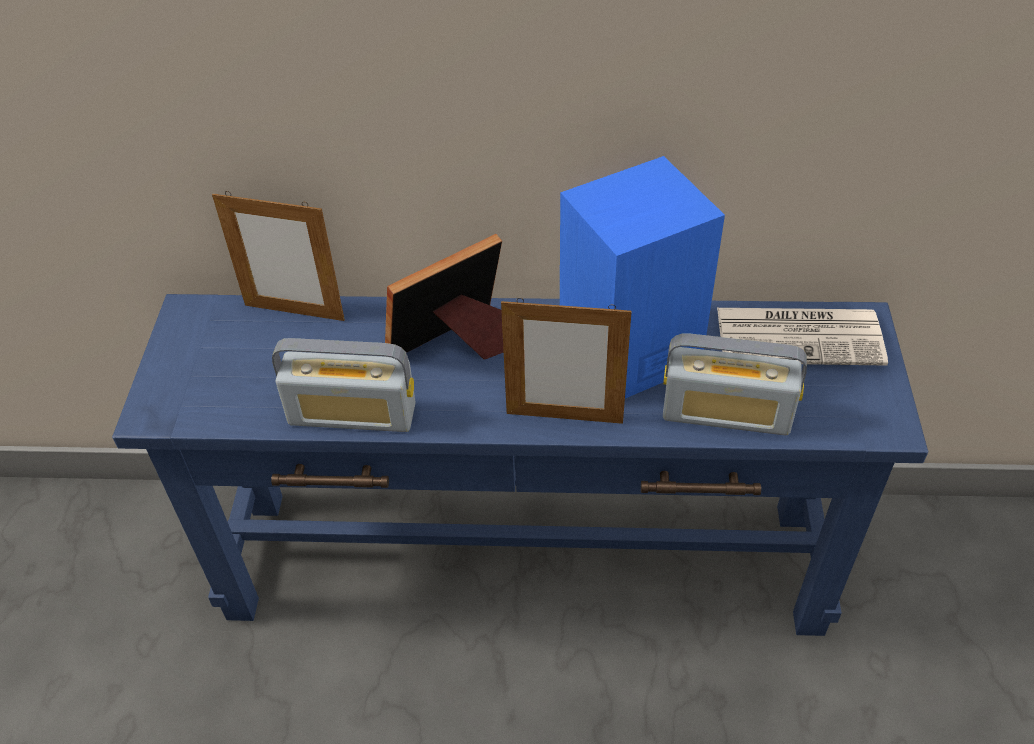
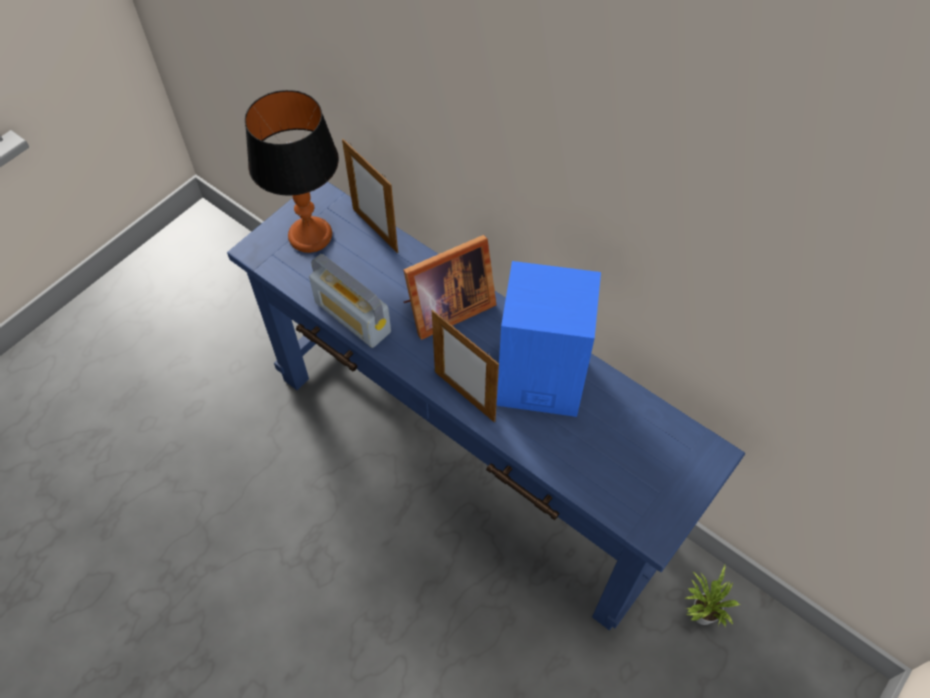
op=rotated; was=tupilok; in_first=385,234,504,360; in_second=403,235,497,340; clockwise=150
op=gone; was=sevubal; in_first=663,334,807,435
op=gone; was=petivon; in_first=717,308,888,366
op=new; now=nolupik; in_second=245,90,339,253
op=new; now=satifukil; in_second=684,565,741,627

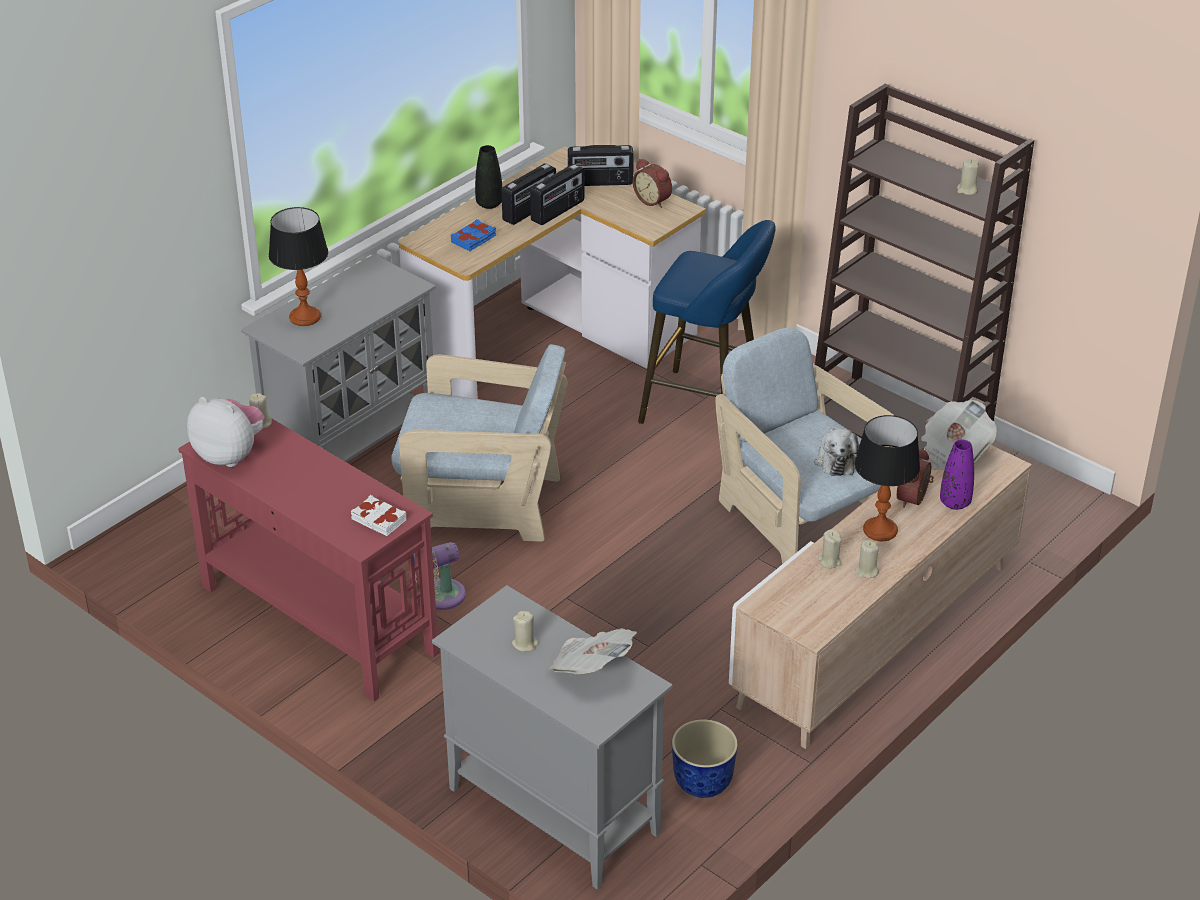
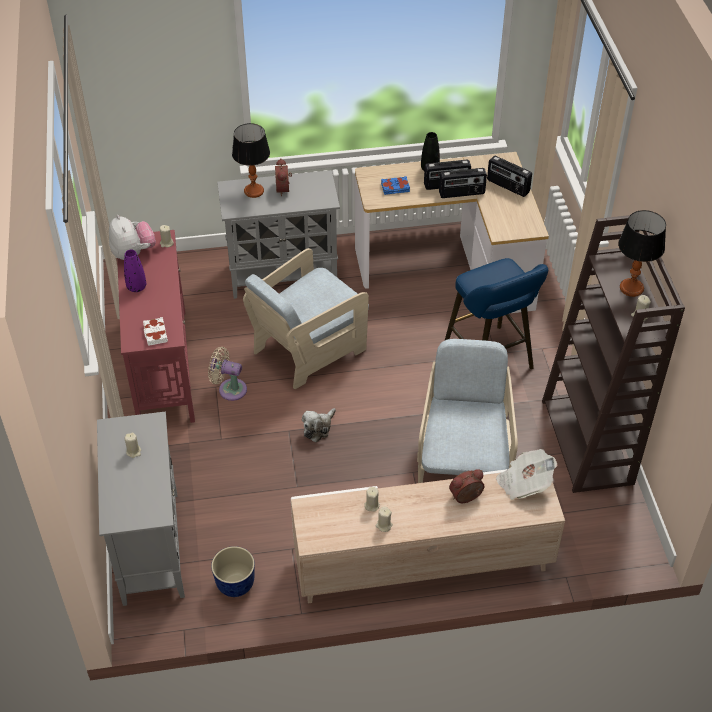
op=rotated; was=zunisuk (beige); in_first=391,344,567,542; in_second=243,248,369,389; clockwise=90
op=gone; was=petivon; in_first=548,628,636,674
op=shifted; was=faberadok; in_first=633,159,672,208; in_second=275,158,292,196
op=shifted; was=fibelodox; in_first=814,428,860,476; in_second=302,408,336,442
op=shifted; was=nolupik; in_first=854,415,920,541; in_second=618,210,666,297
op=shifted; was=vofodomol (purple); in_first=940,439,974,510; in_second=124,250,146,292

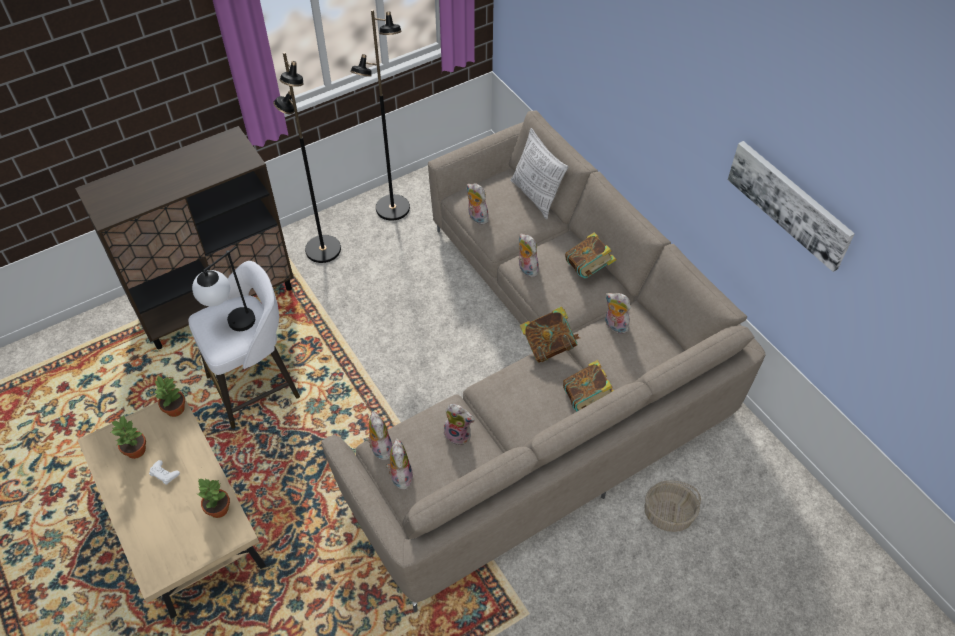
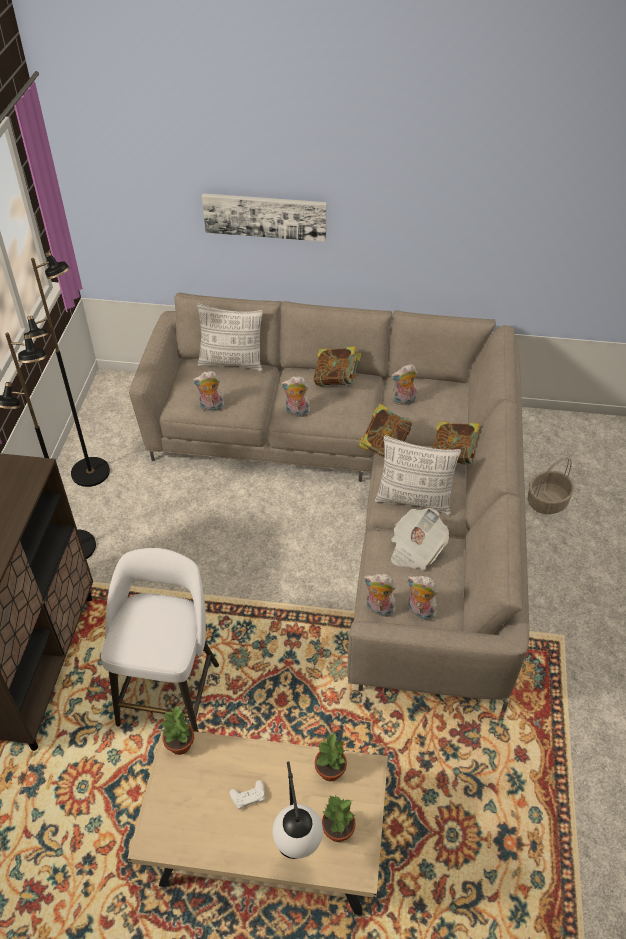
op=shifted; was=satifukil; in_first=110,415,146,459; in_second=322,795,356,842
op=shifted; was=nolupik; in_first=192,246,255,331; in_second=273,761,323,859
op=swapped; was=fibelodox; now=petivon; in_first=444,404,475,446; in_second=391,508,449,570
op=shifted; was=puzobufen; in_first=728,141,855,272; in_second=202,193,327,242
op=new; now=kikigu; in_second=375,435,461,516

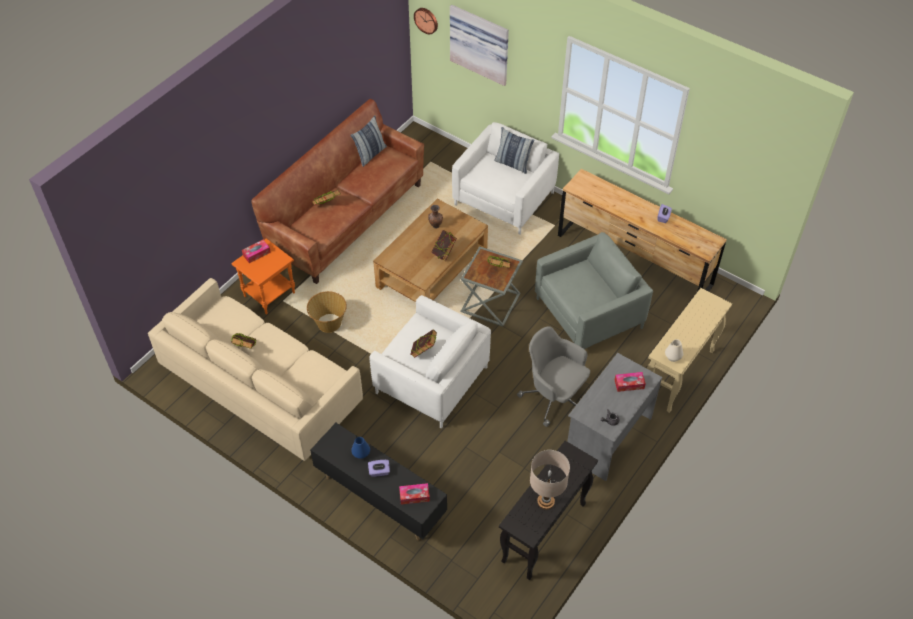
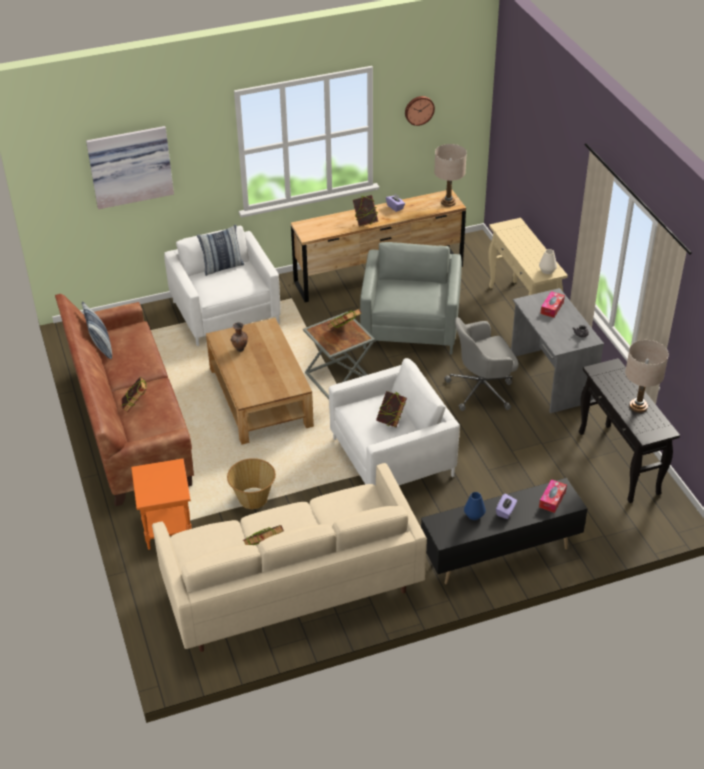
op=gone; was=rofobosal; in_first=242,240,271,263
op=shifted; was=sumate; in_first=414,8,438,34; in_second=405,96,435,126
op=shifted; was=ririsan; in_first=431,230,457,261; in_second=353,195,378,227
op=new; now=nolupik (beige); in_second=434,144,467,207

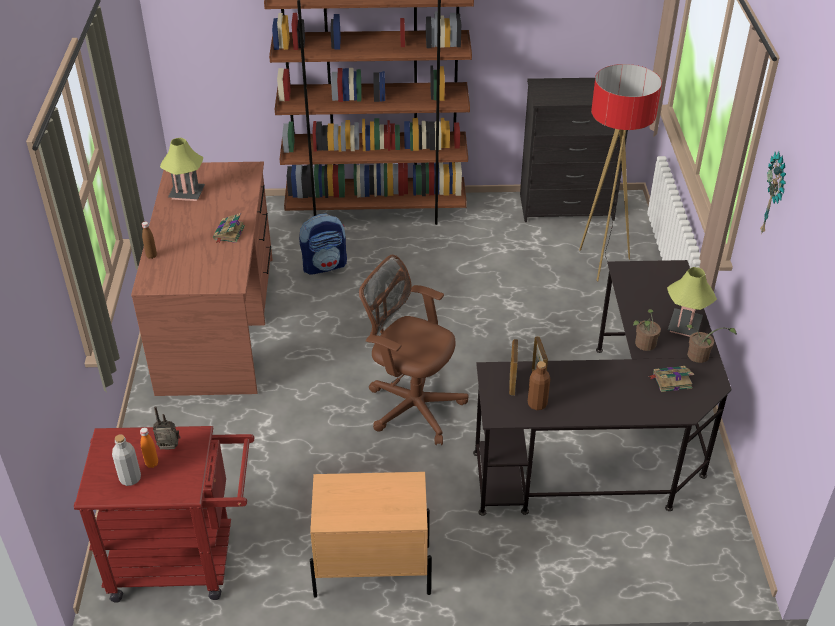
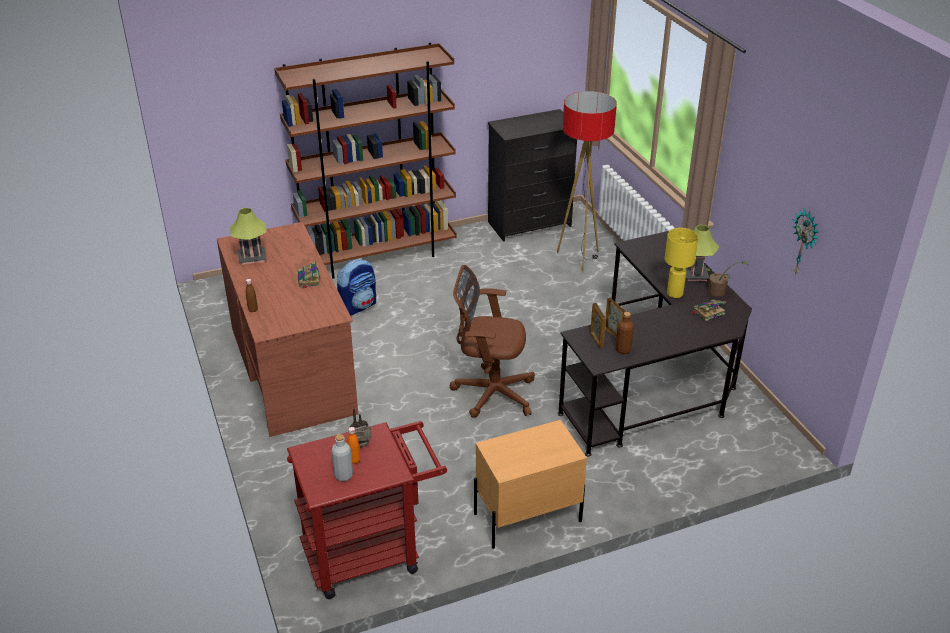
op=swapped; was=satifukil; now=nolupik (yellow); in_first=633,309,661,351; in_second=665,228,698,298
op=shifted; was=sumate; in_first=760,151,786,233; in_second=793,209,819,275

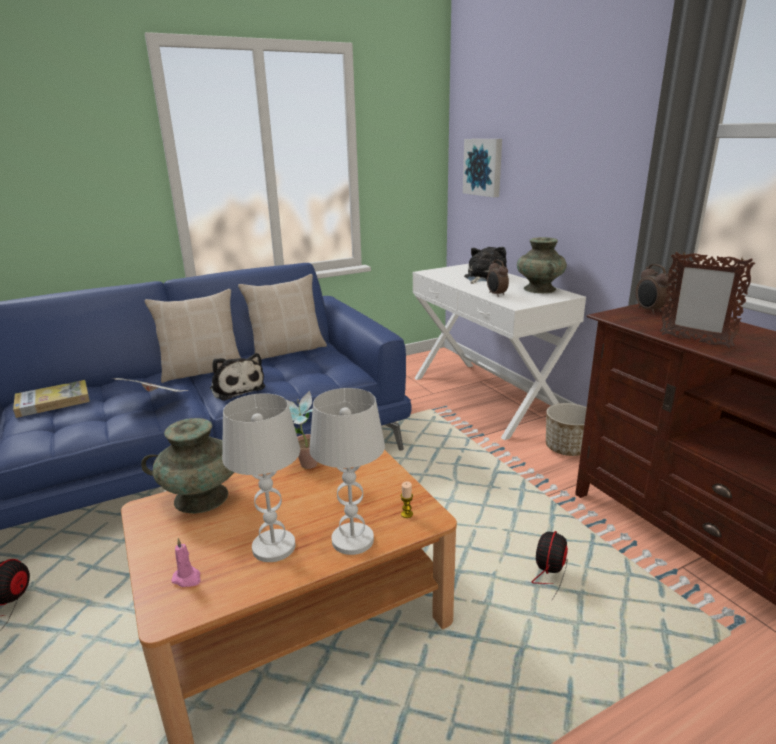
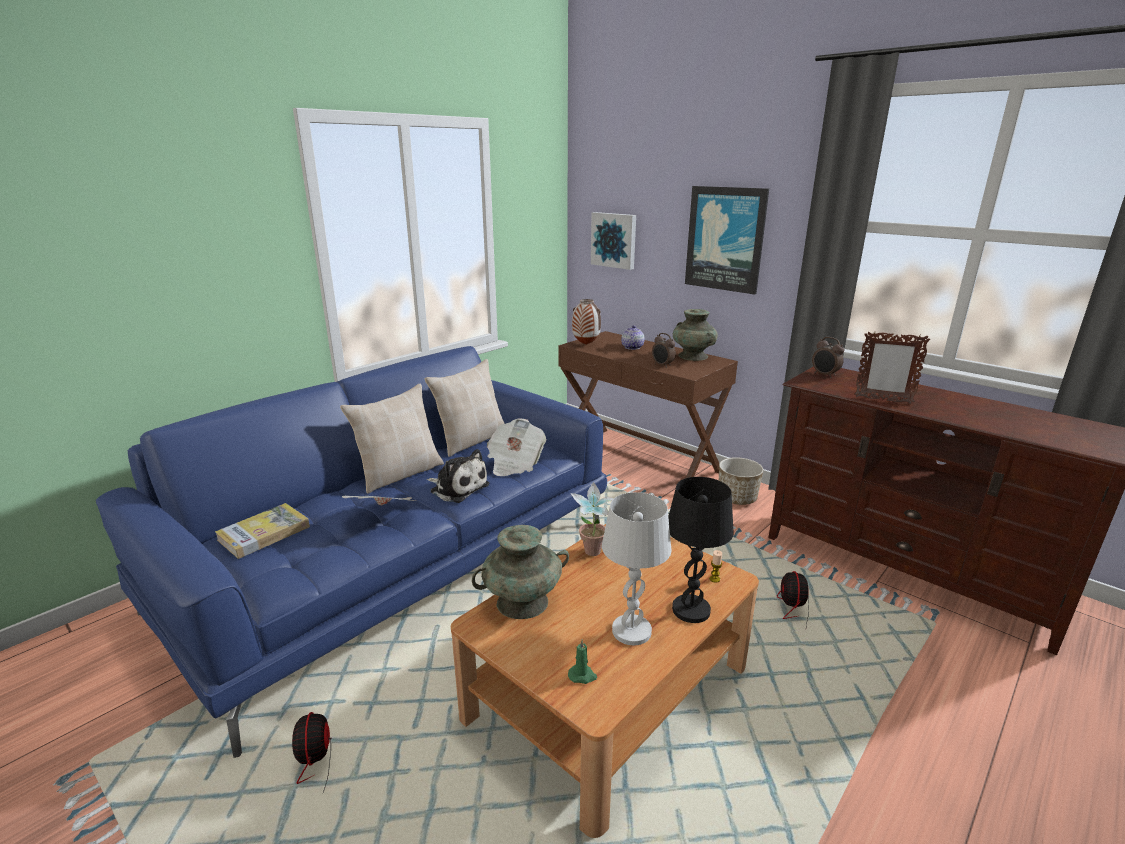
op=repainted; was=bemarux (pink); now=bemarux (green); in_first=171,538,200,587; in_second=568,639,597,684
op=repainted; was=nolupik (white); now=nolupik (black); in_first=309,388,385,555; in_second=668,477,733,623
op=repainted; was=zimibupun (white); now=zimibupun (brown); in_first=413,264,586,440; in_second=558,331,738,478
op=swapped; was=fibelodox; now=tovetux; in_first=464,247,507,284; in_second=621,325,645,350
op=new; now=petivon; in_second=487,418,546,476
op=new; now=vofodomol; in_second=572,299,601,345
op=new; now=puzobufen; in_second=685,186,769,295

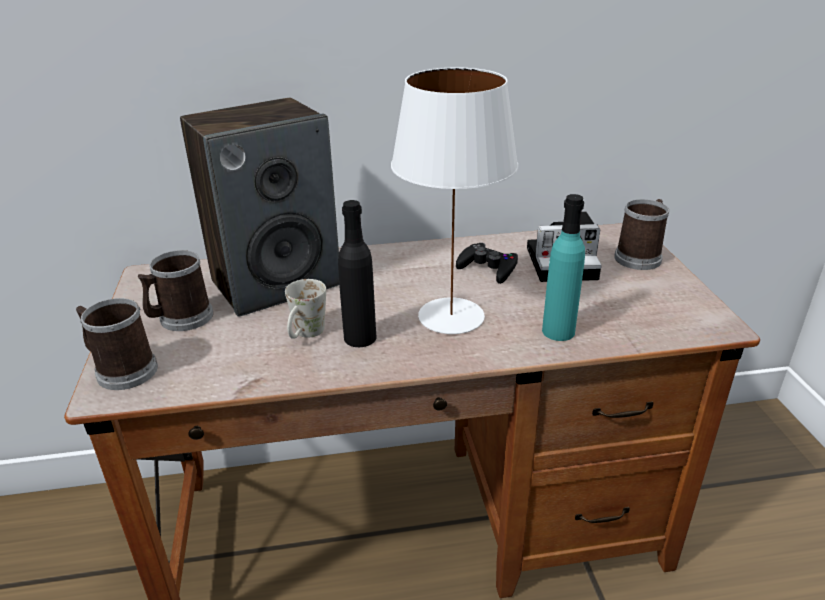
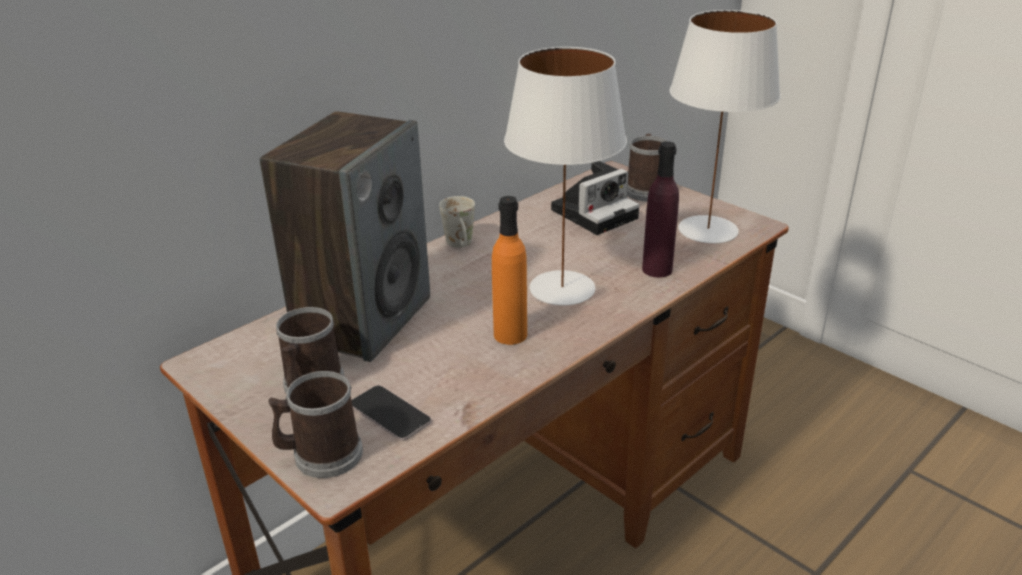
op=shifted; was=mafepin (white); in_first=285,279,326,339; in_second=439,196,475,247
op=repainted; was=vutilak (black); now=vutilak (orange); in_first=338,200,377,347; in_second=492,196,527,345
op=gone; was=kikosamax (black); in_first=456,243,518,284
op=repainted; was=vutilak (turquoise); now=vutilak (purple); in_first=542,194,585,341; in_second=642,141,679,277
op=new; now=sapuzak; in_second=352,385,432,441
op=new; now=nolupik (white); in_second=669,10,781,243

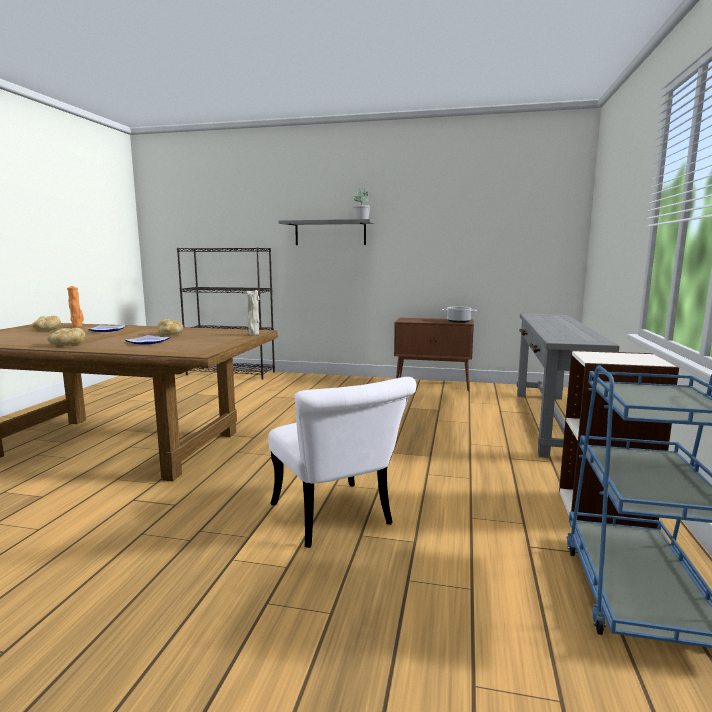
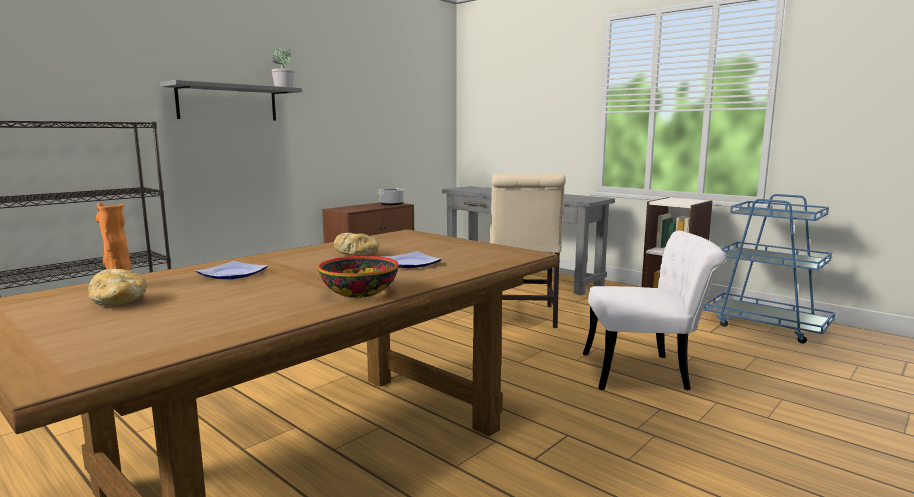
op=swapped; was=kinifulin; now=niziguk; in_first=47,328,85,346; in_second=318,256,399,298
op=gone; was=vofodomol (beige); in_first=247,290,260,335
op=new; now=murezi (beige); in_second=489,173,566,328

